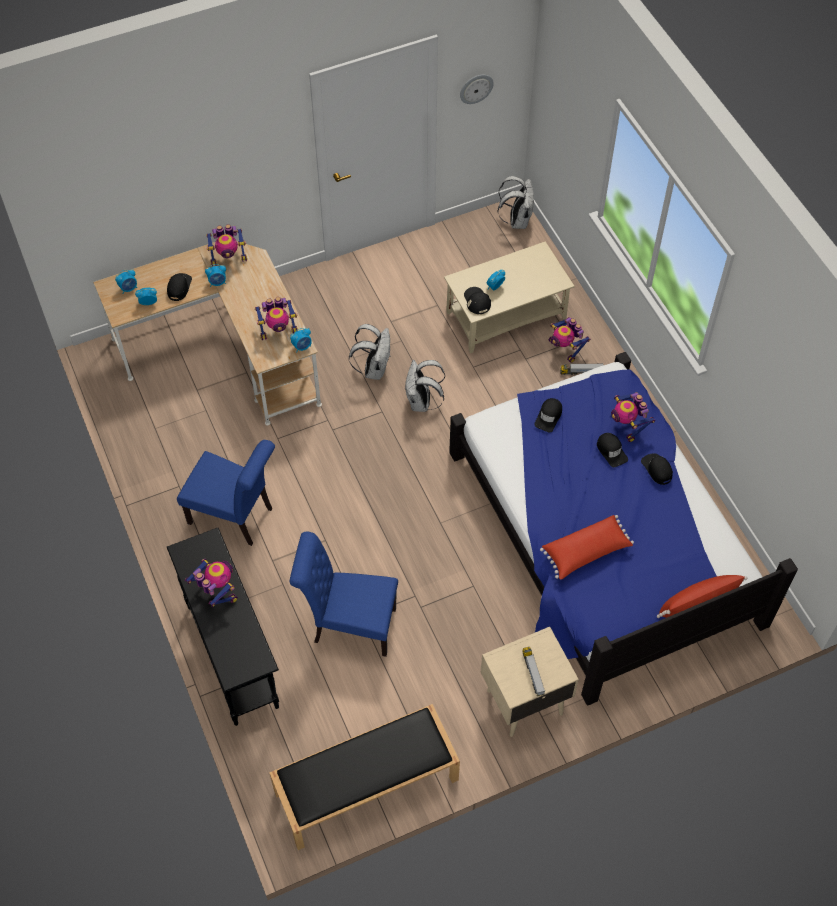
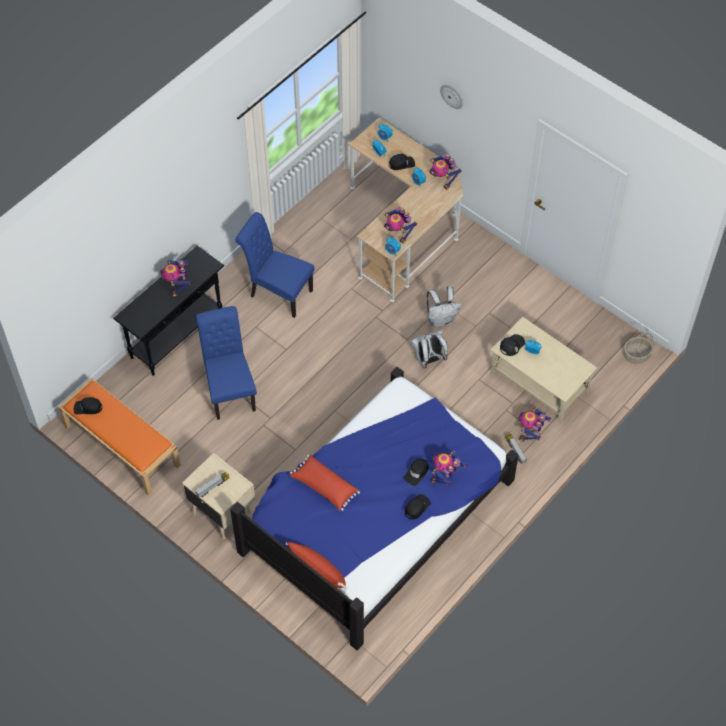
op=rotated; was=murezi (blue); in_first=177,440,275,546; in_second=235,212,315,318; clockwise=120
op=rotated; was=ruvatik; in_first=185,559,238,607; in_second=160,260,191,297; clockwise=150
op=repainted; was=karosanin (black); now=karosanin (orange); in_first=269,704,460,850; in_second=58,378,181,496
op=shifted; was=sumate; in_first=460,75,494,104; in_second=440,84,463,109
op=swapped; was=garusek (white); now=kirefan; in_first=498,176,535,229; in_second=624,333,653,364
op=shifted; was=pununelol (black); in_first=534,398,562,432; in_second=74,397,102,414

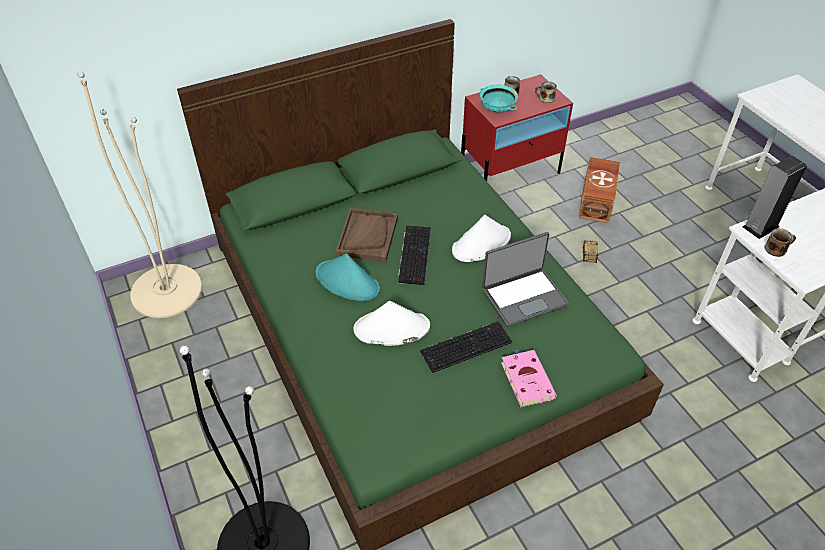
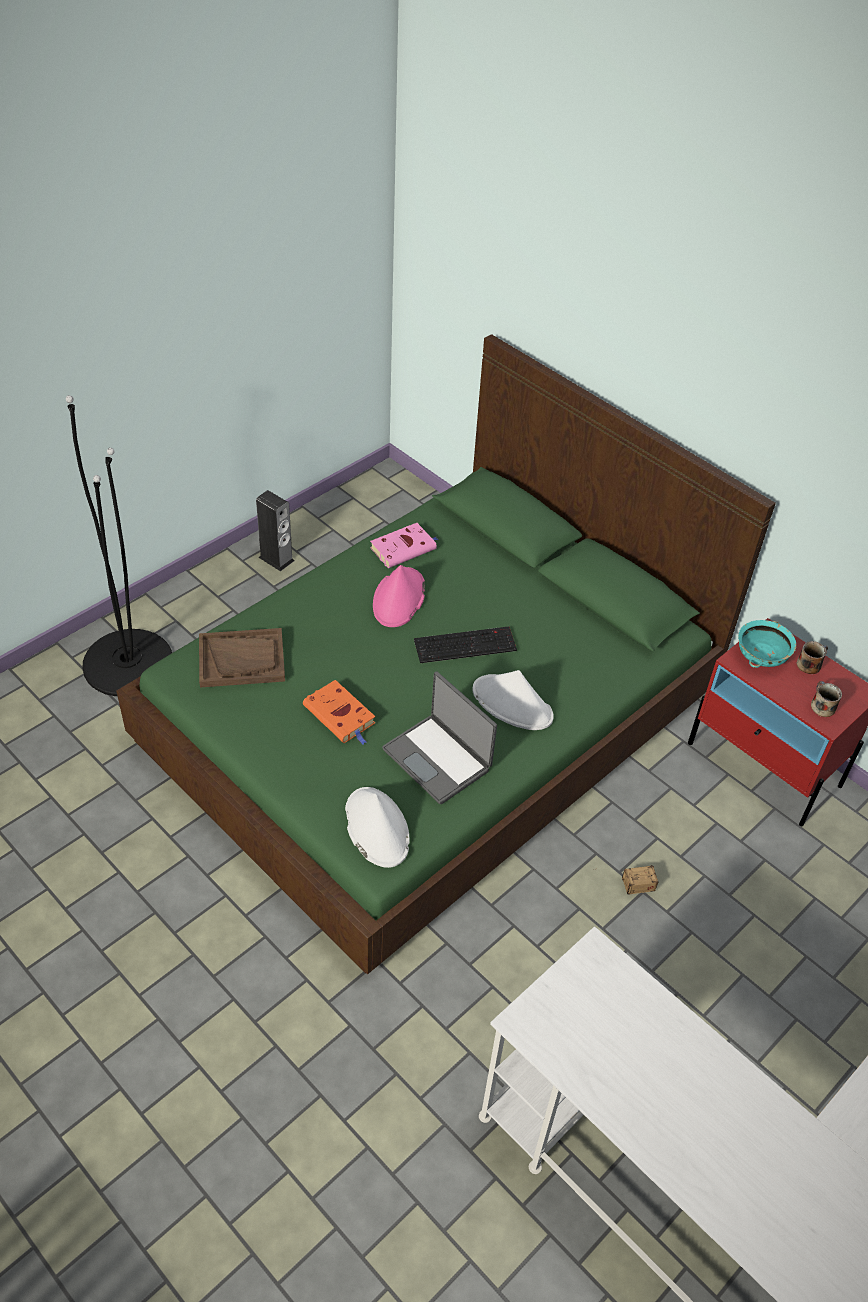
op=gone; was=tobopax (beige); in_first=78,71,203,318
op=repainted; was=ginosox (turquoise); now=ginosox (pink); in_first=316,253,380,301; in_second=373,565,425,627
op=shifted; was=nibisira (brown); in_first=335,208,398,262; in_second=199,628,285,688
op=shifted; was=ginosox (white); in_first=354,301,430,346; in_second=345,787,410,868
op=swapped; was=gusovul; now=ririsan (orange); in_first=420,321,512,373; in_second=303,680,375,744
op=shifted; was=ririsan (pink); in_first=501,349,557,407; in_second=370,523,438,568
op=gone; was=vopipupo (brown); in_first=578,157,620,223
op=shifted; was=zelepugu; in_first=743,156,807,239; in_second=256,490,294,571
op=gone; was=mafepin; in_first=764,228,796,257

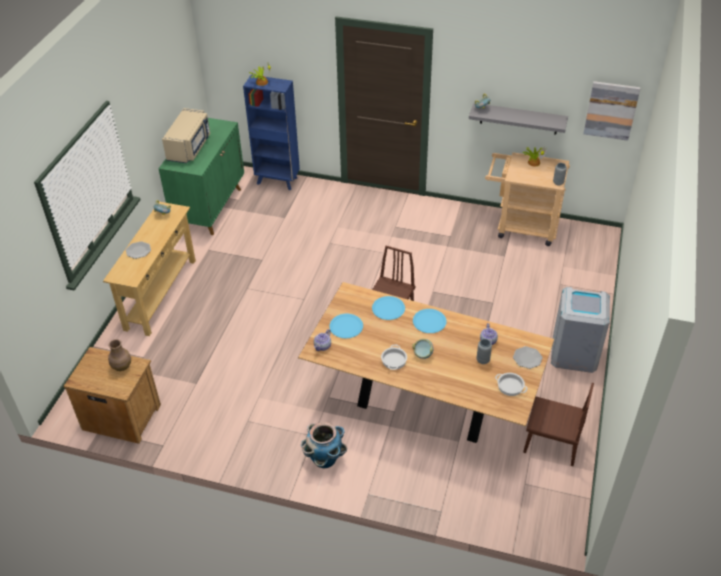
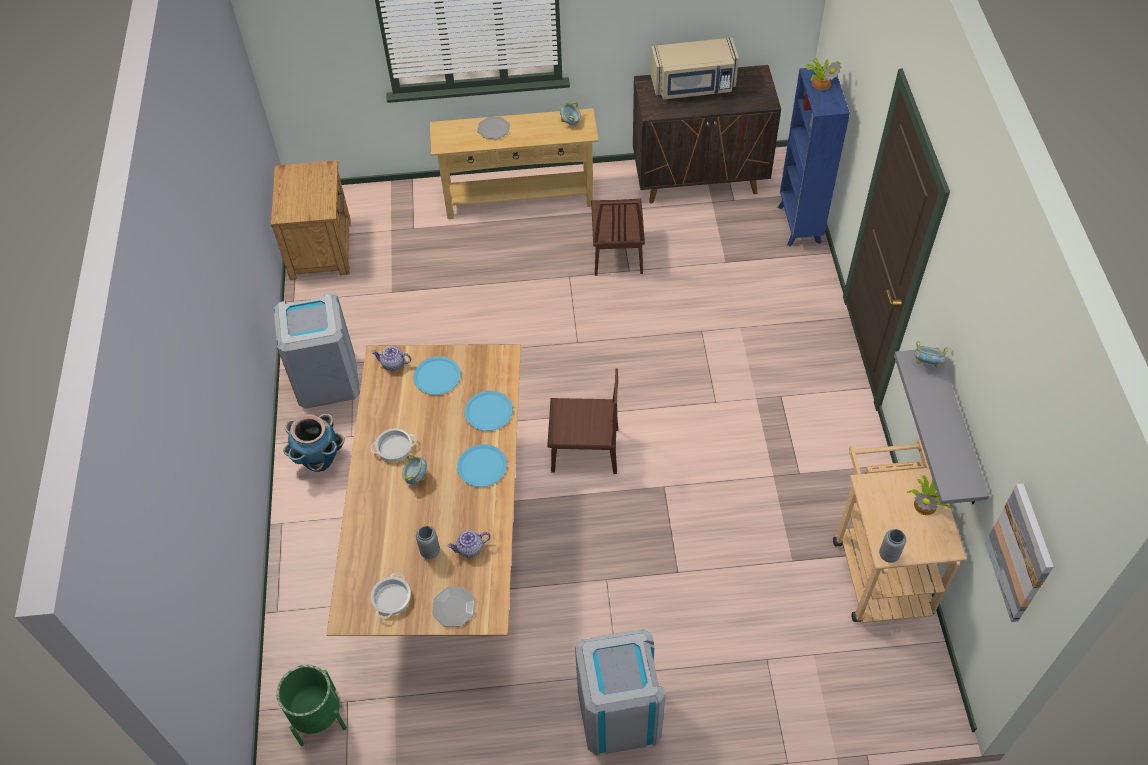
op=gone; was=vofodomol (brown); in_first=108,339,131,371
op=repainted; was=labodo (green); now=labodo (brown); in_first=158,118,244,235; in_second=633,65,781,204
op=shifted; was=murezi (brown); in_first=523,383,594,466; in_second=591,198,645,276
op=new; now=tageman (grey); in_second=273,293,360,409
op=new; now=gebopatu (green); in_second=276,665,347,746

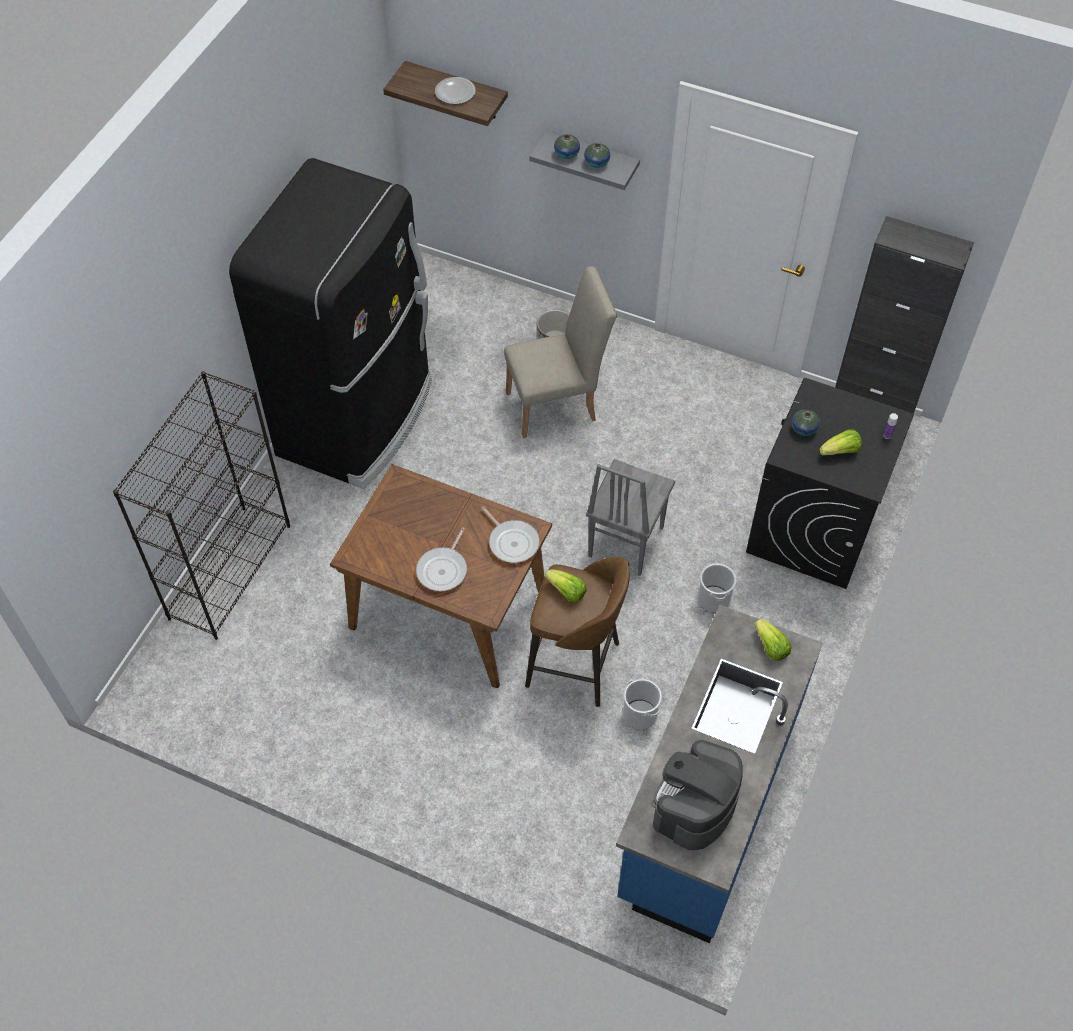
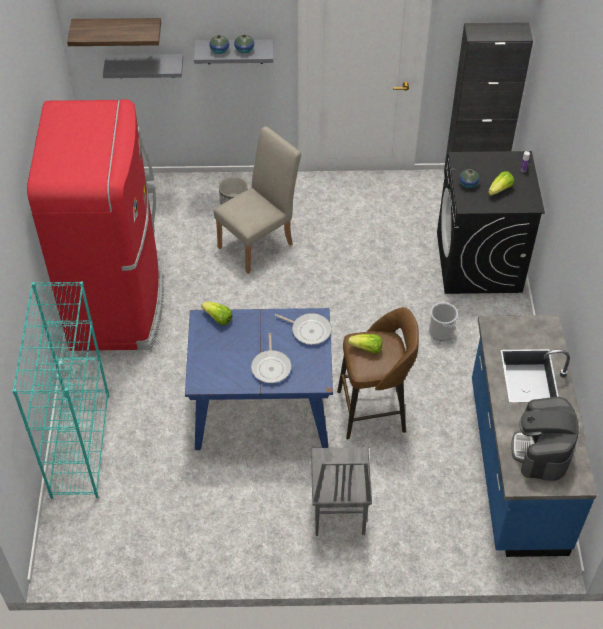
op=repainted; was=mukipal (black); now=mukipal (turquoise); in_first=113,371,290,640; in_second=12,281,110,499
op=repainted; was=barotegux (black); now=barotegux (red); in_first=229,158,432,489; in_second=27,99,164,351
op=repainted; was=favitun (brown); now=favitun (blue); in_first=330,464,552,688; in_second=185,308,333,450
op=gone; was=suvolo; in_first=435,77,476,104
op=shifted; was=murezi (grey); in_first=586,459,675,576; in_second=311,447,372,536
op=gone; was=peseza; in_first=623,679,662,730
op=shifted; was=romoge; in_first=755,619,792,661; in_second=201,302,233,325
op=new; now=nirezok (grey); in_second=103,54,183,78

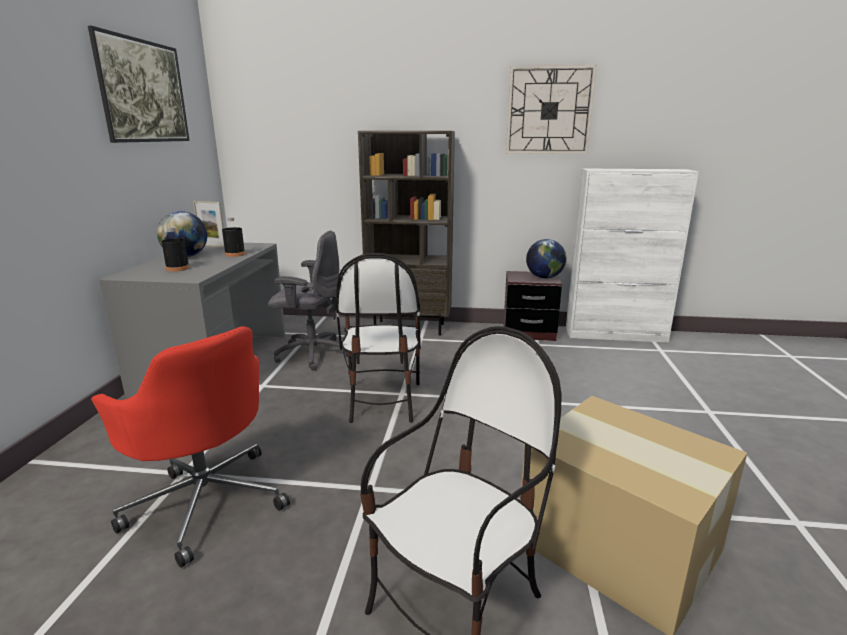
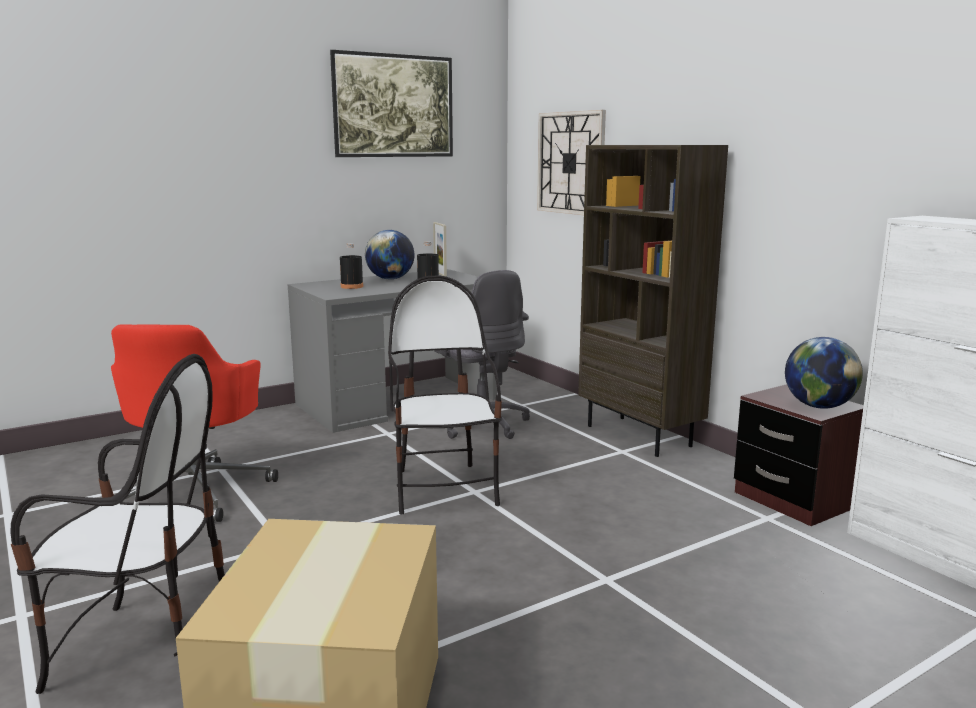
op=rotated; was=murezi; in_first=336,253,421,423; in_second=388,275,502,515; clockwise=120
op=shifted; was=sumate; in_first=506,65,597,154; in_second=537,110,606,215

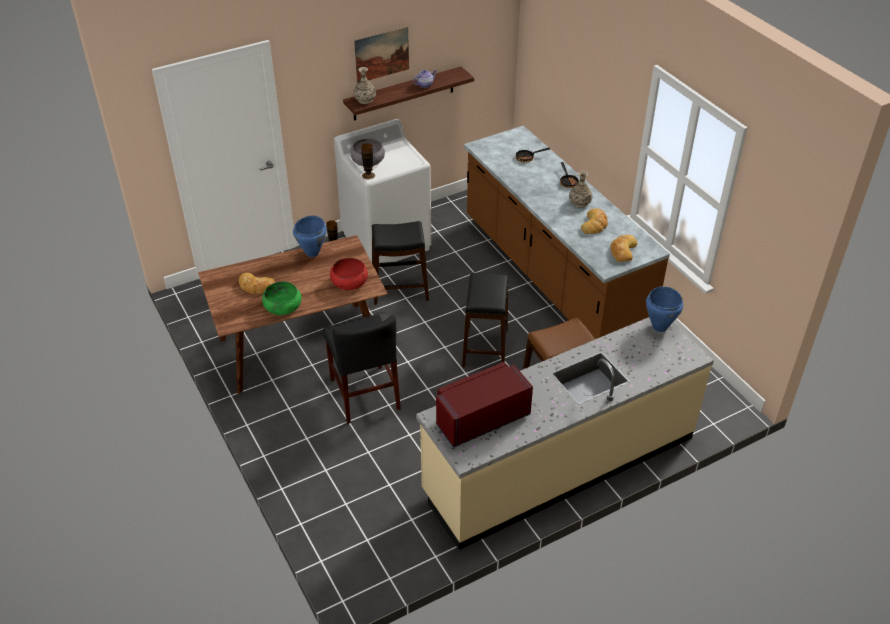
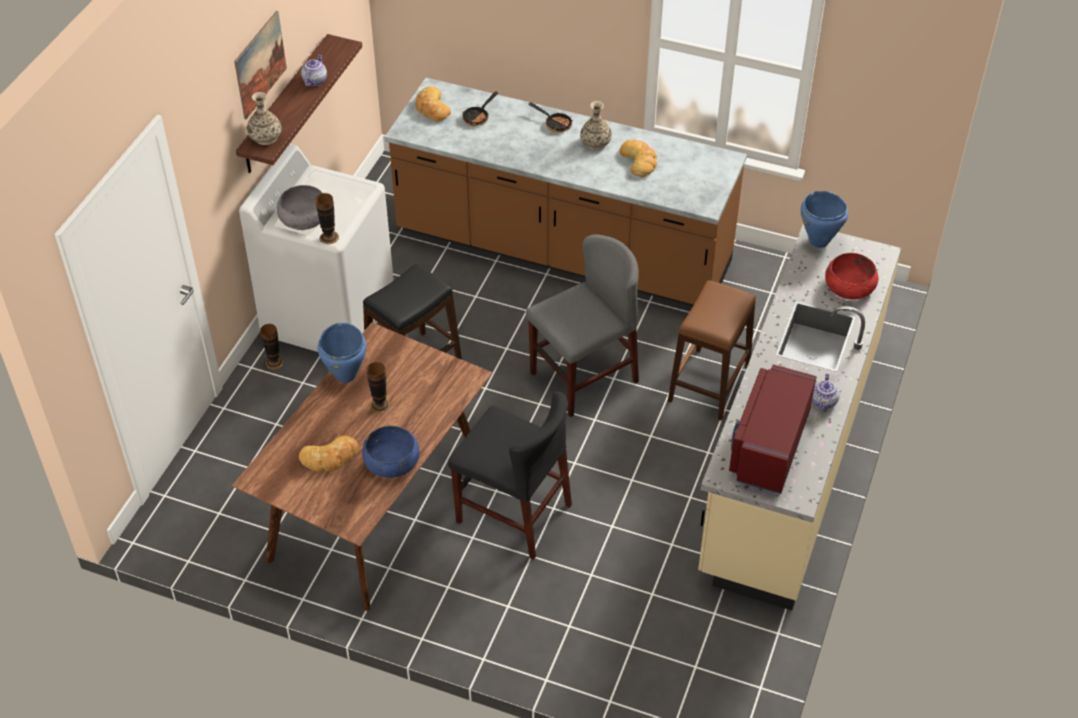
op=repainted; was=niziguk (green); now=niziguk (blue); in_first=262,282,302,315; in_second=362,426,419,478
op=shifted; was=niziguk (red); in_first=330,258,368,290; in_second=825,253,878,299
op=swapped; was=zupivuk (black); now=murezi (grey); in_first=462,273,508,367; in_second=526,234,639,417
op=shifted; was=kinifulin; in_first=610,235,637,262; in_second=416,86,451,122
op=new; now=vofodomol; in_second=367,362,391,413
op=new; now=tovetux; in_second=812,373,840,411

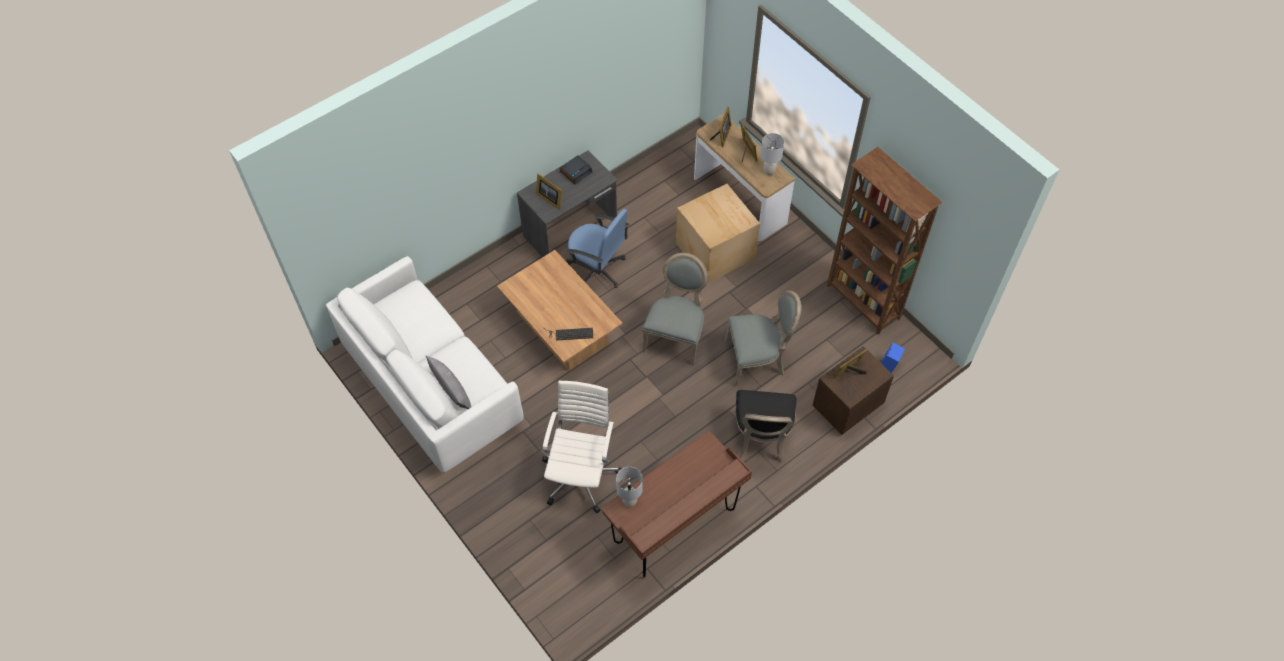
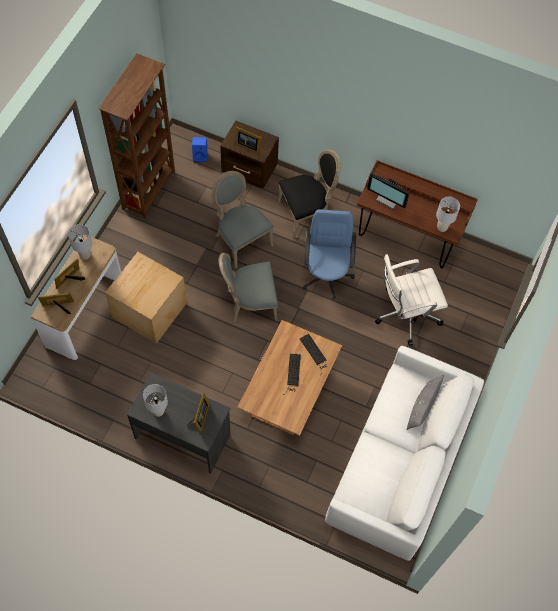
op=swapped; was=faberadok; now=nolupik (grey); in_first=560,155,592,185; in_second=143,384,168,417
op=shifted; was=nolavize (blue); in_first=566,209,629,288; in_second=303,209,356,300
op=new; now=gusovul; in_second=283,354,301,395
op=new; now=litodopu; in_second=367,172,410,209

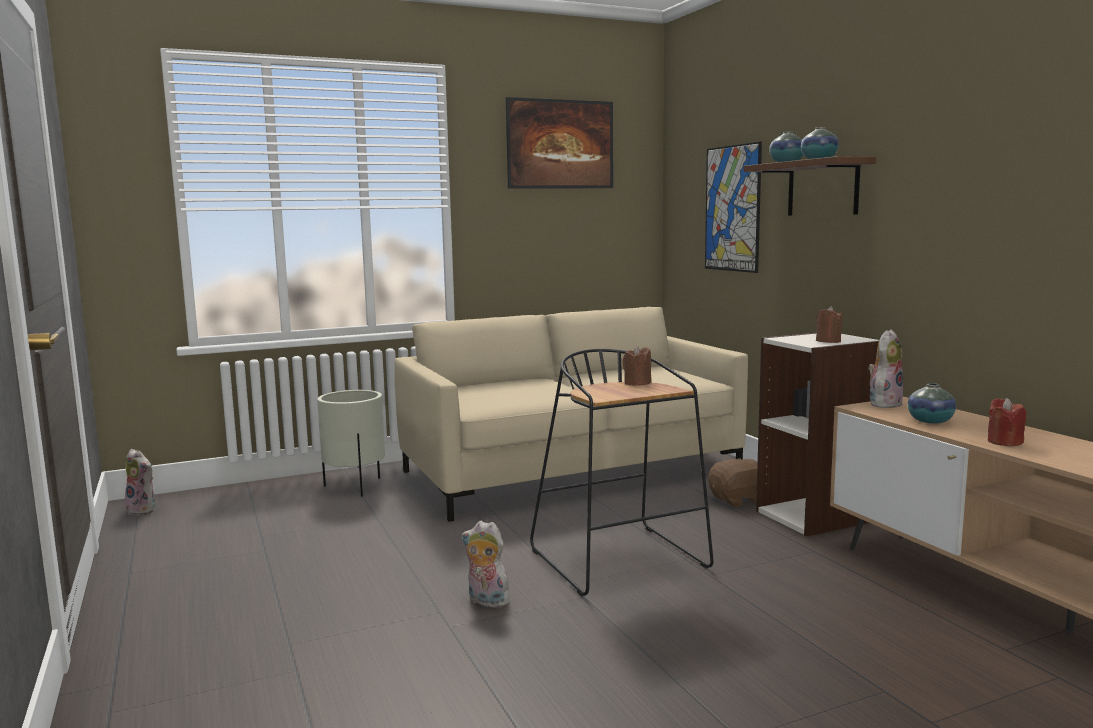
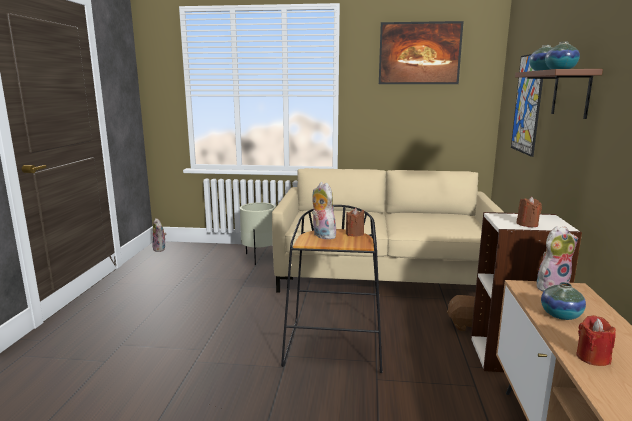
op=shifted; was=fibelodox; in_first=462,521,510,608; in_second=312,182,336,239

